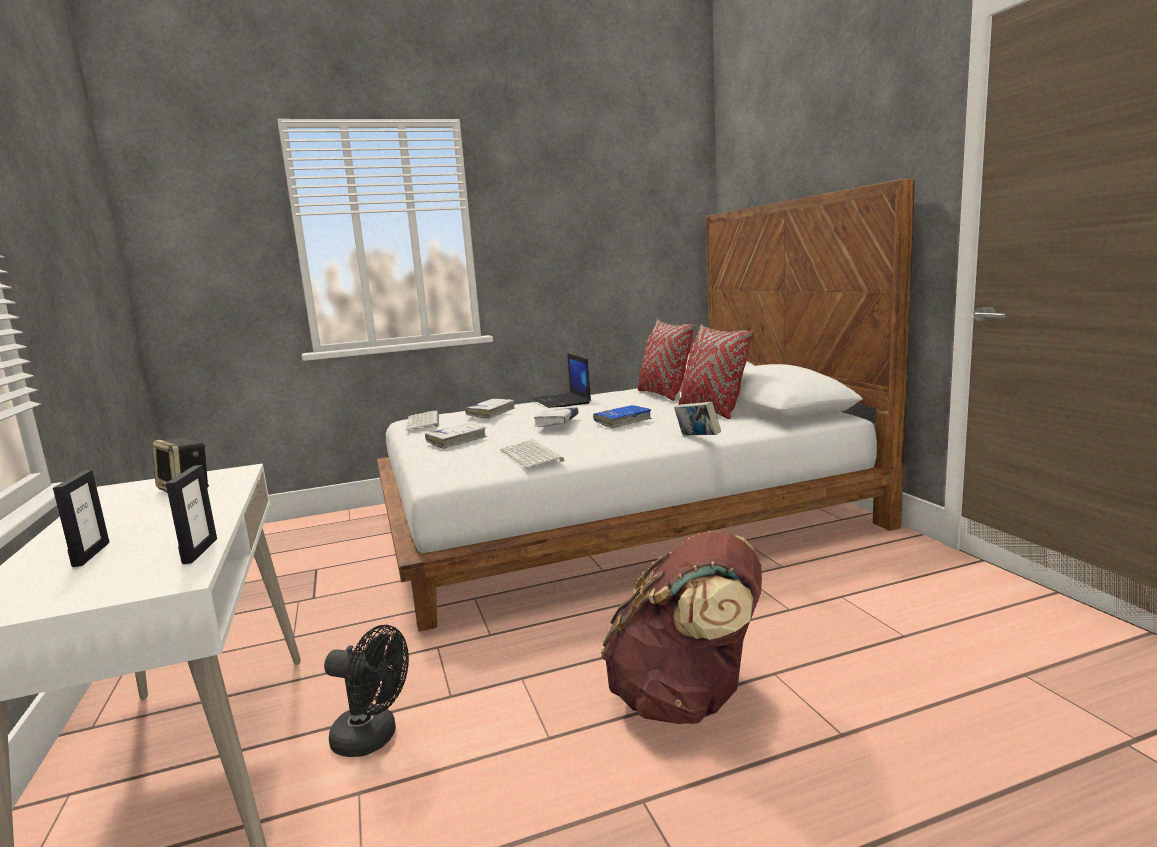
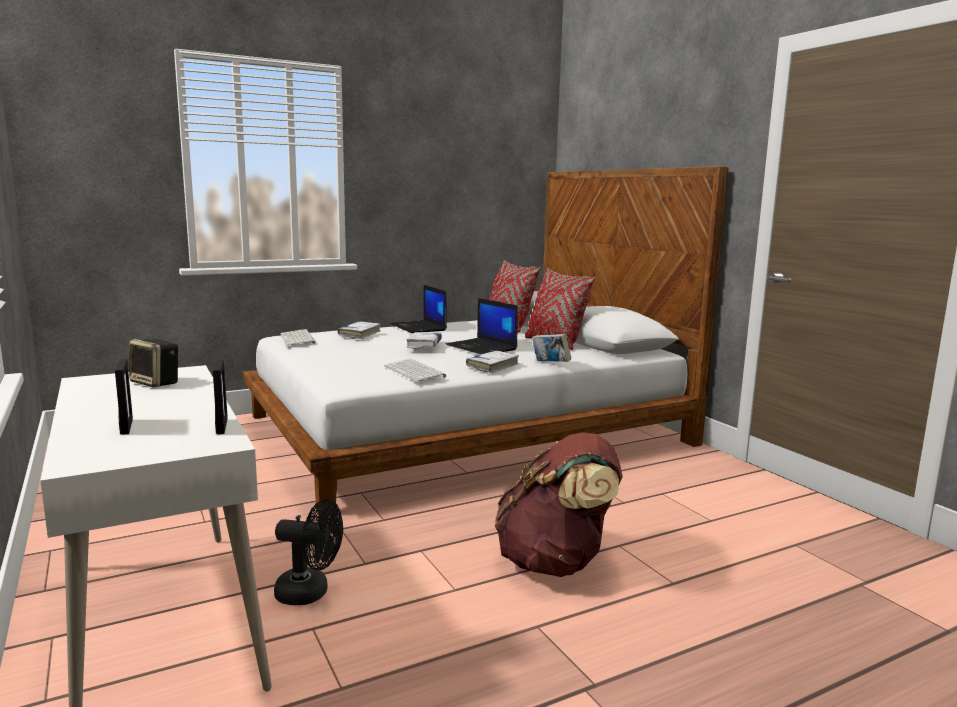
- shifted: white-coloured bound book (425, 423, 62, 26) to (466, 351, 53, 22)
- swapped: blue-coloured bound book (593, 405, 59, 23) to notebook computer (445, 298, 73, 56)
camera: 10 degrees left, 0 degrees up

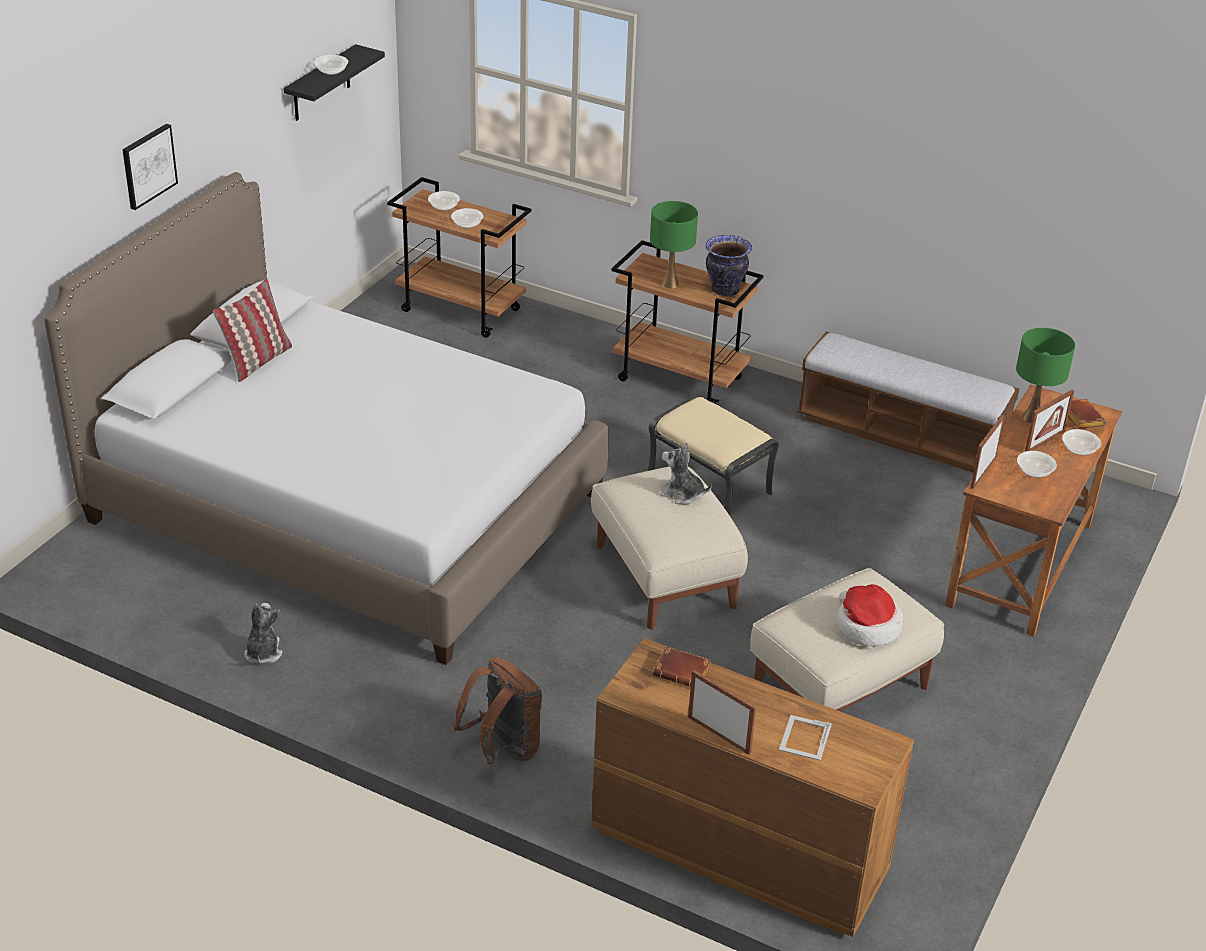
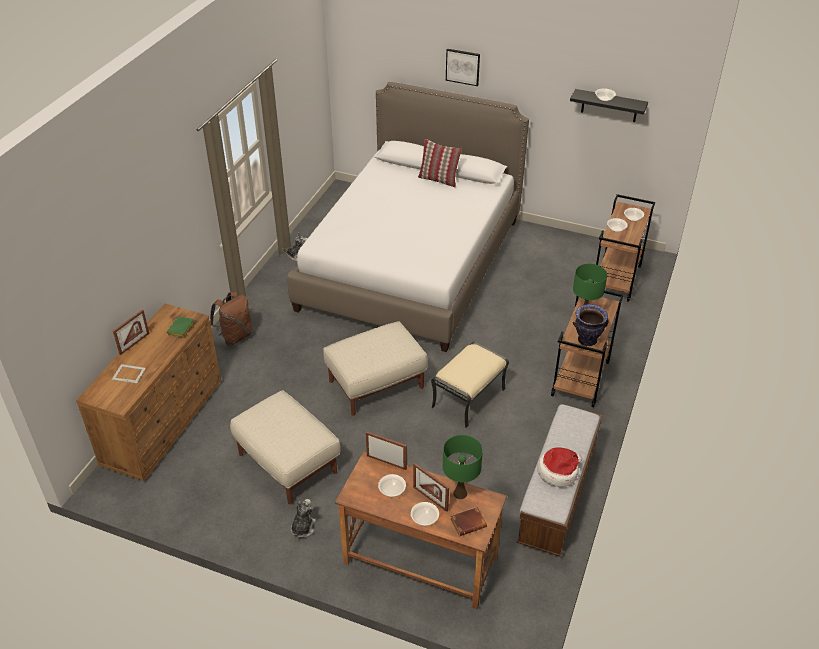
- repainted: brown bound book (653, 646, 58, 41) to greenish bound book (167, 316, 28, 22)
- shifted: plush toy (660, 443, 52, 62) to (291, 499, 25, 39)
- shifted: wearable hat (836, 584, 67, 62) to (537, 448, 45, 39)
camera: 85 degrees right, 5 degrees up

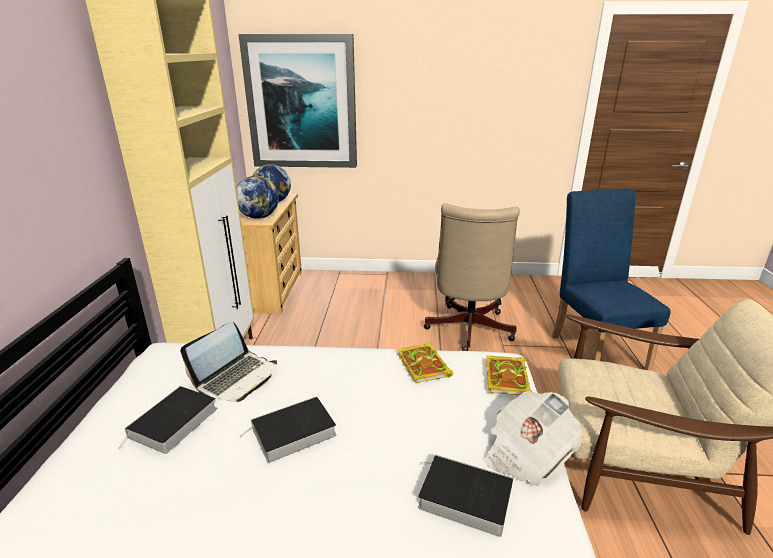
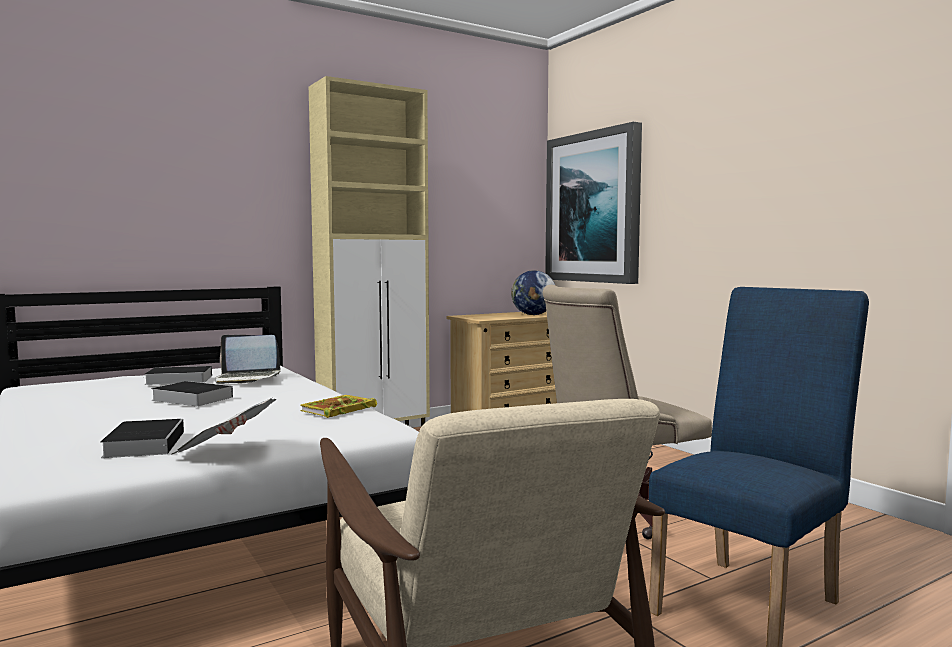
- gone: desk globe (236, 176, 43, 43)
- gone: bound book (486, 355, 46, 41)
camera: 55 degrees right, 20 degrees down

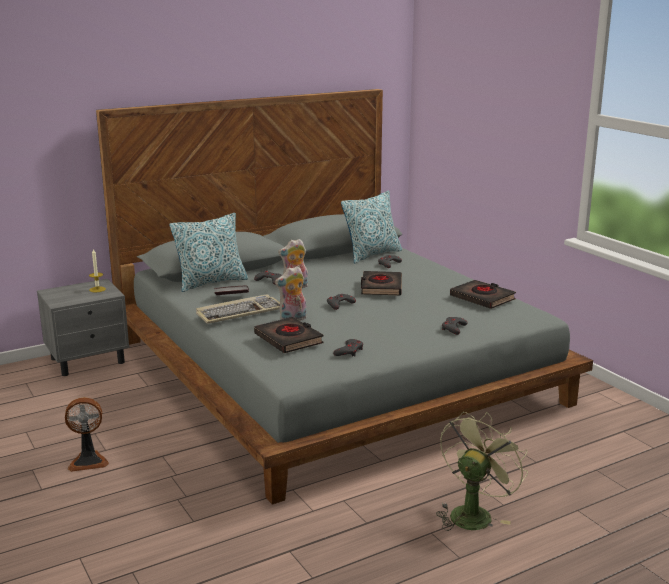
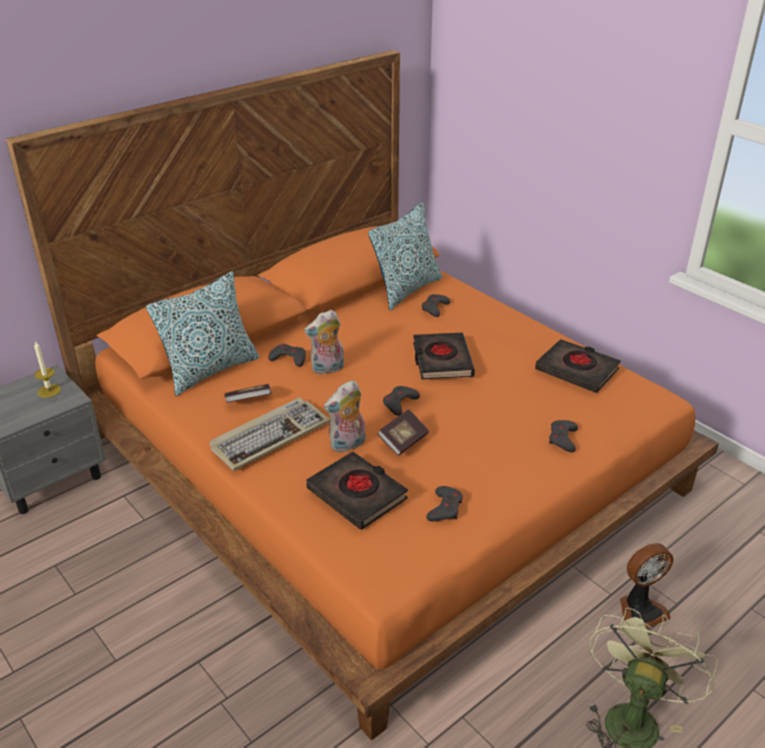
- shifted: fan (65, 397, 44, 75) to (620, 543, 54, 86)
- repainted: grey bedroom bed (96, 89, 497, 415) to orangey bedroom bed (6, 50, 713, 690)
- new: bound book (377, 409, 52, 47)
camera: 10 degrees left, 15 degrees up

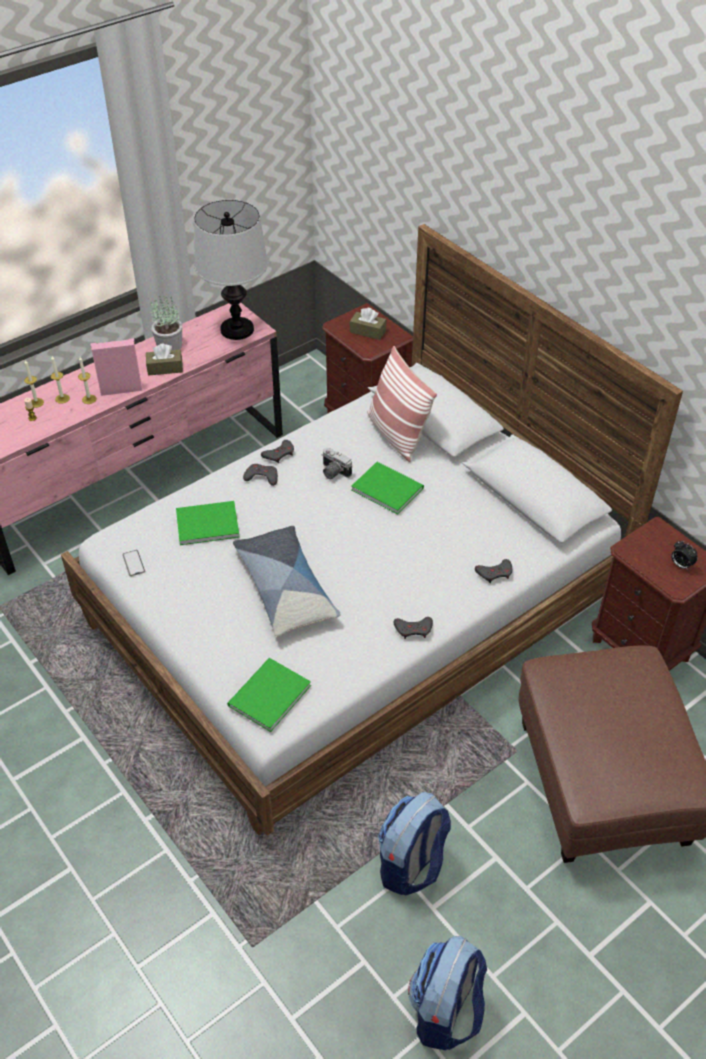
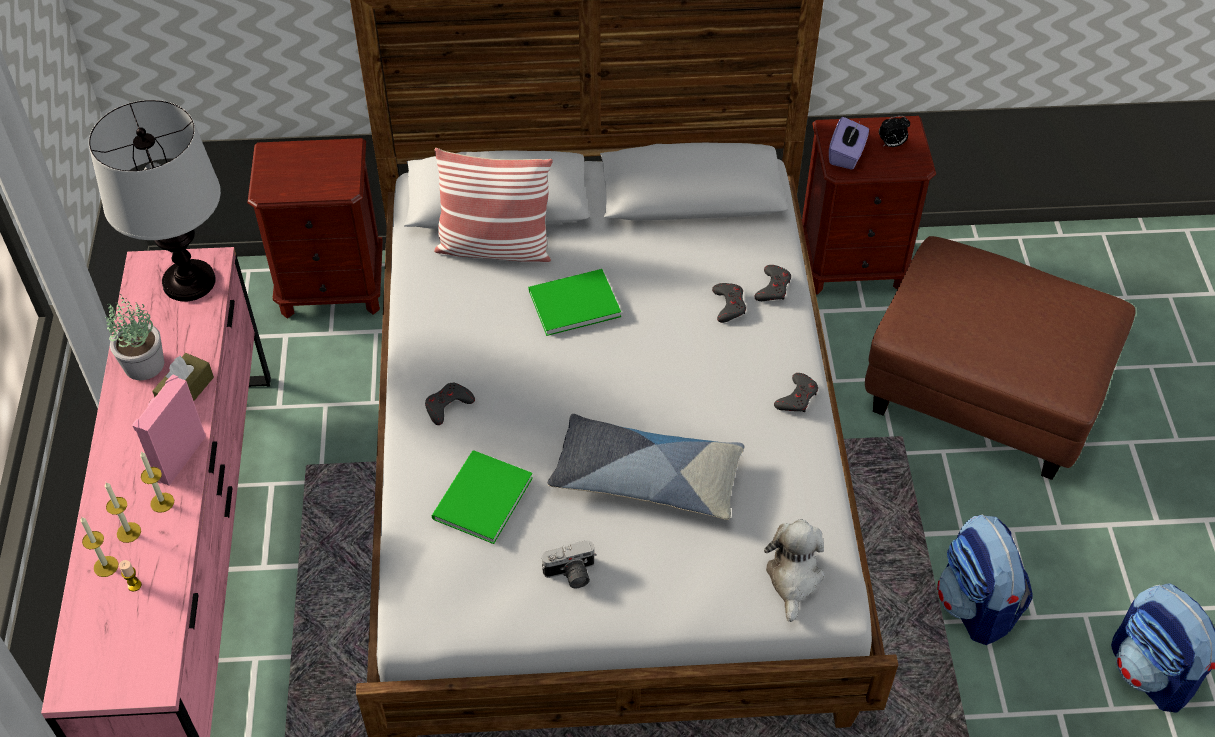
- gone: telephone (122, 550, 23, 26)
- swapped: greenish bound book (227, 658, 84, 74) to plush toy (764, 520, 61, 102)
- shifted: grey game controller (261, 440, 33, 23) to (712, 283, 34, 40)
- shifted: photo camera (322, 448, 30, 31) to (542, 540, 55, 48)
- gone: brown tissue box (350, 308, 36, 32)
- new: purple tissue box (829, 117, 40, 53)
camera: 55 degrees left, 5 degrees up

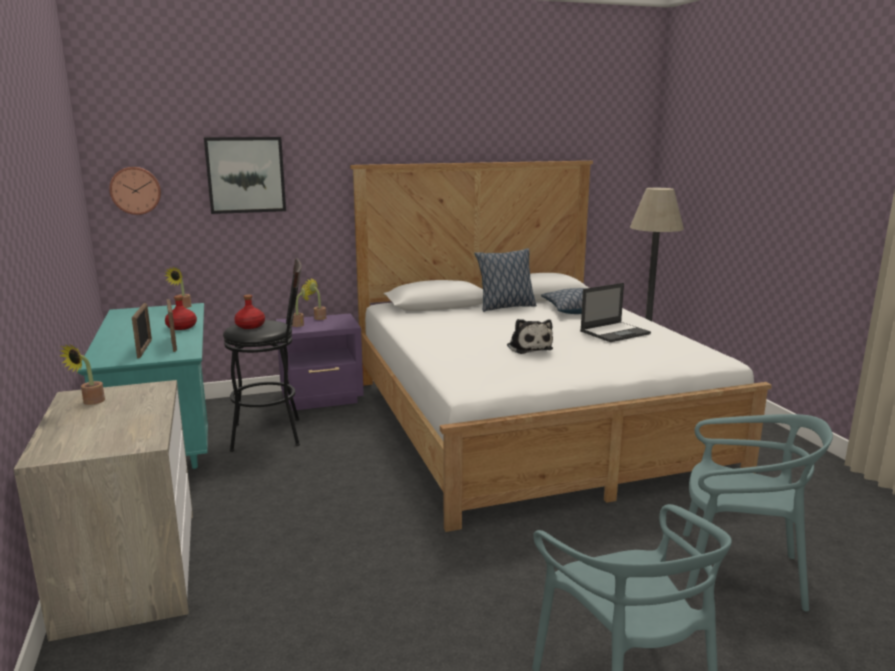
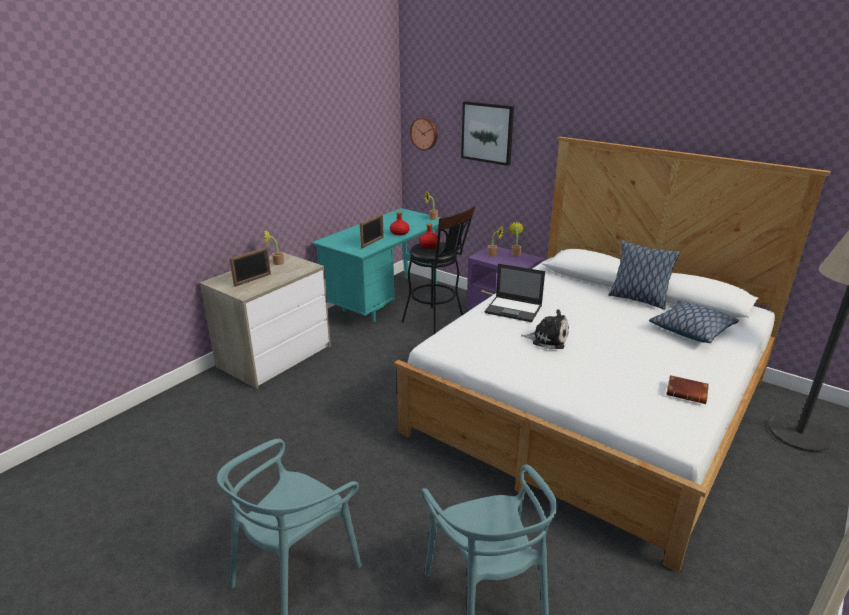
- shifted: picture frame (132, 303, 20, 55) to (229, 247, 42, 40)
- rotated: plush toy (507, 319, 46, 35) = (521, 309, 48, 40) 105 degrees counterclockwise
- shifted: notebook computer (580, 283, 71, 59) to (485, 264, 60, 58)
- new: brown bound book (666, 375, 43, 29)
camera: 55 degrees right, 10 degrees up

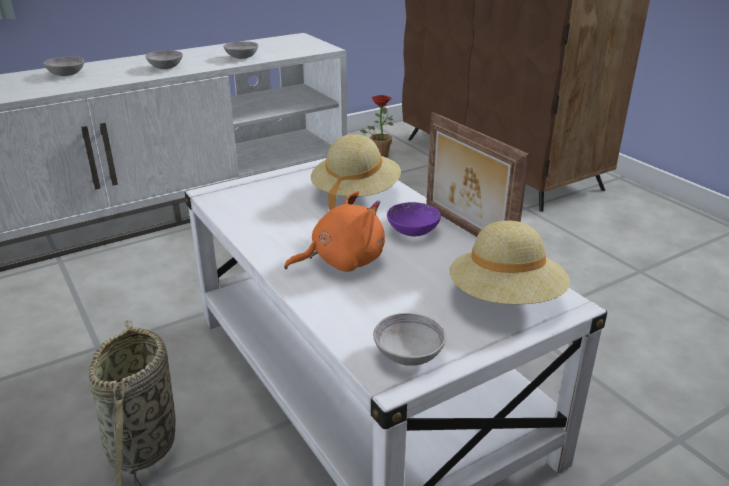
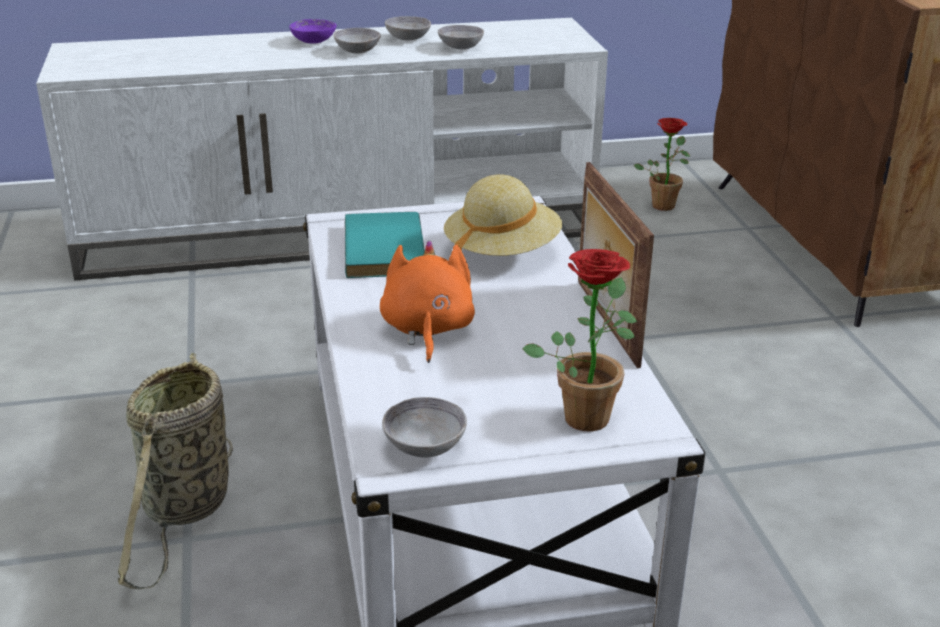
- shifted: grey deep dish (43, 57, 41, 19) to (385, 16, 46, 24)
- rotated: orangey plush toy (284, 191, 101, 81) = (380, 240, 95, 123) 90 degrees counterclockwise
- shifted: purple deep dish (387, 202, 54, 34) to (289, 19, 48, 25)
- swapped: sand-coloured wearable hat (449, 220, 121, 85) to plant in a pot (522, 249, 115, 182)
- new: turquoise-coloured bound book (345, 212, 80, 66)
camera: 20 degrees right, 0 degrees up

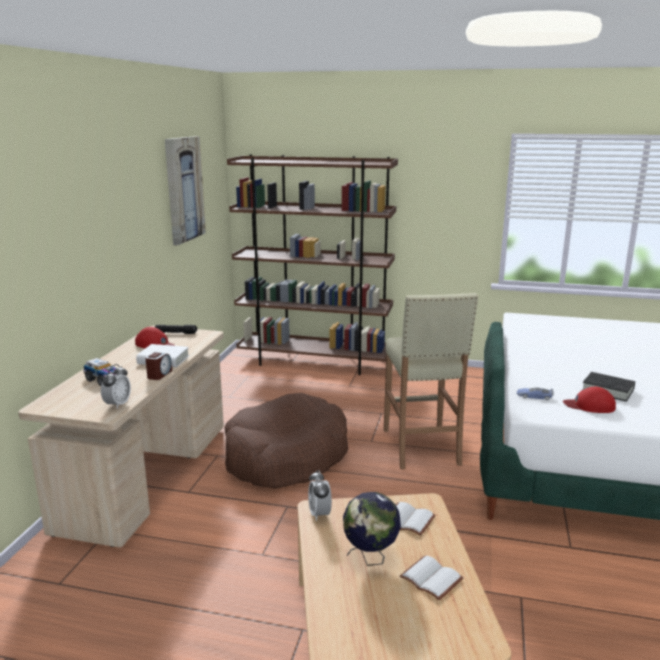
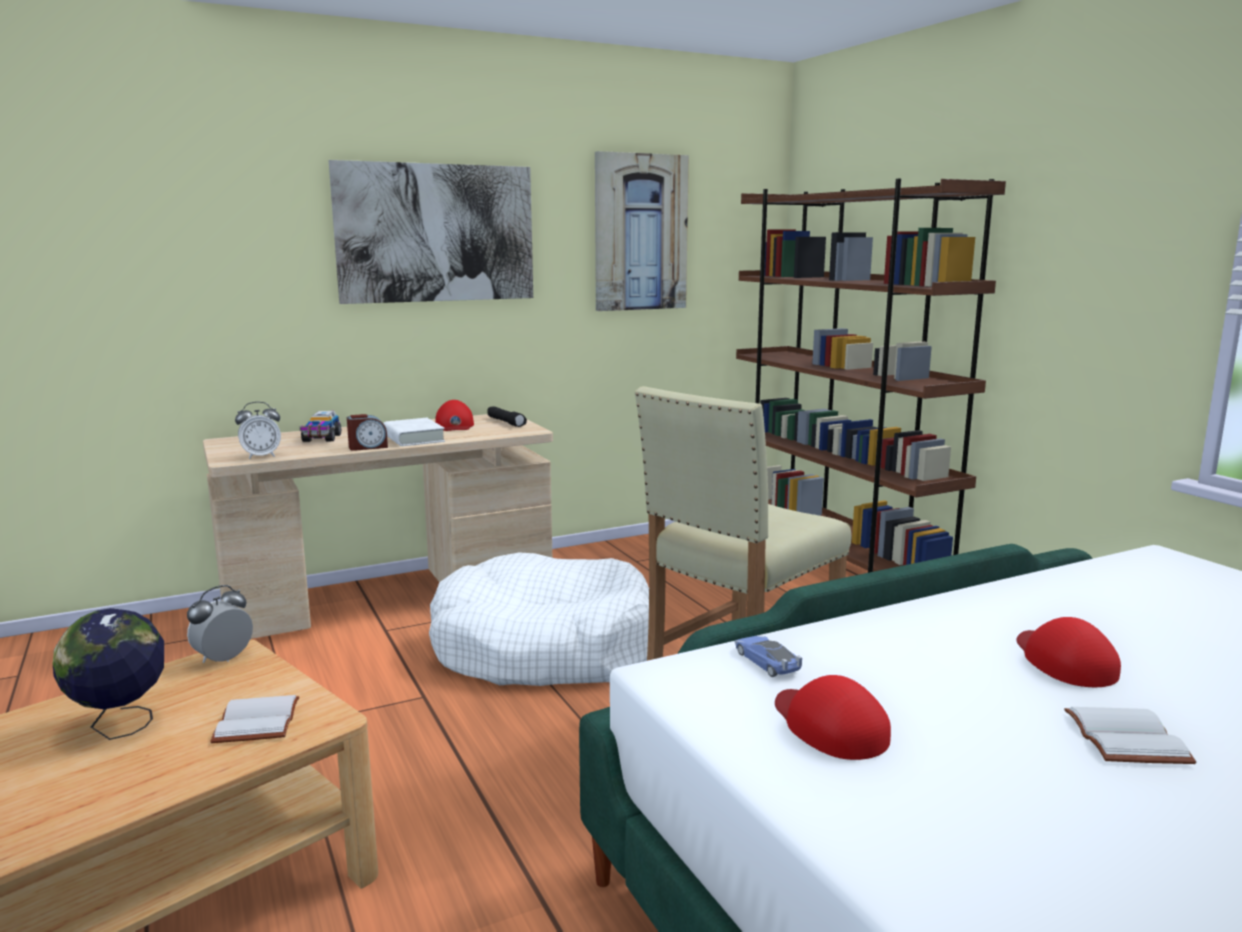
- repainted: brown pet bed (225, 393, 123, 96) to white-coloured pet bed (429, 553, 220, 133)
- shifted: white-coloured bound book (400, 556, 64, 45) to (1064, 707, 132, 57)
- gone: black-coloured bound book (582, 372, 53, 30)
- new: wall art (329, 160, 204, 144)
- new: reddish baseball cap (1016, 617, 105, 70)
camera: 50 degrees right, 5 degrees down

